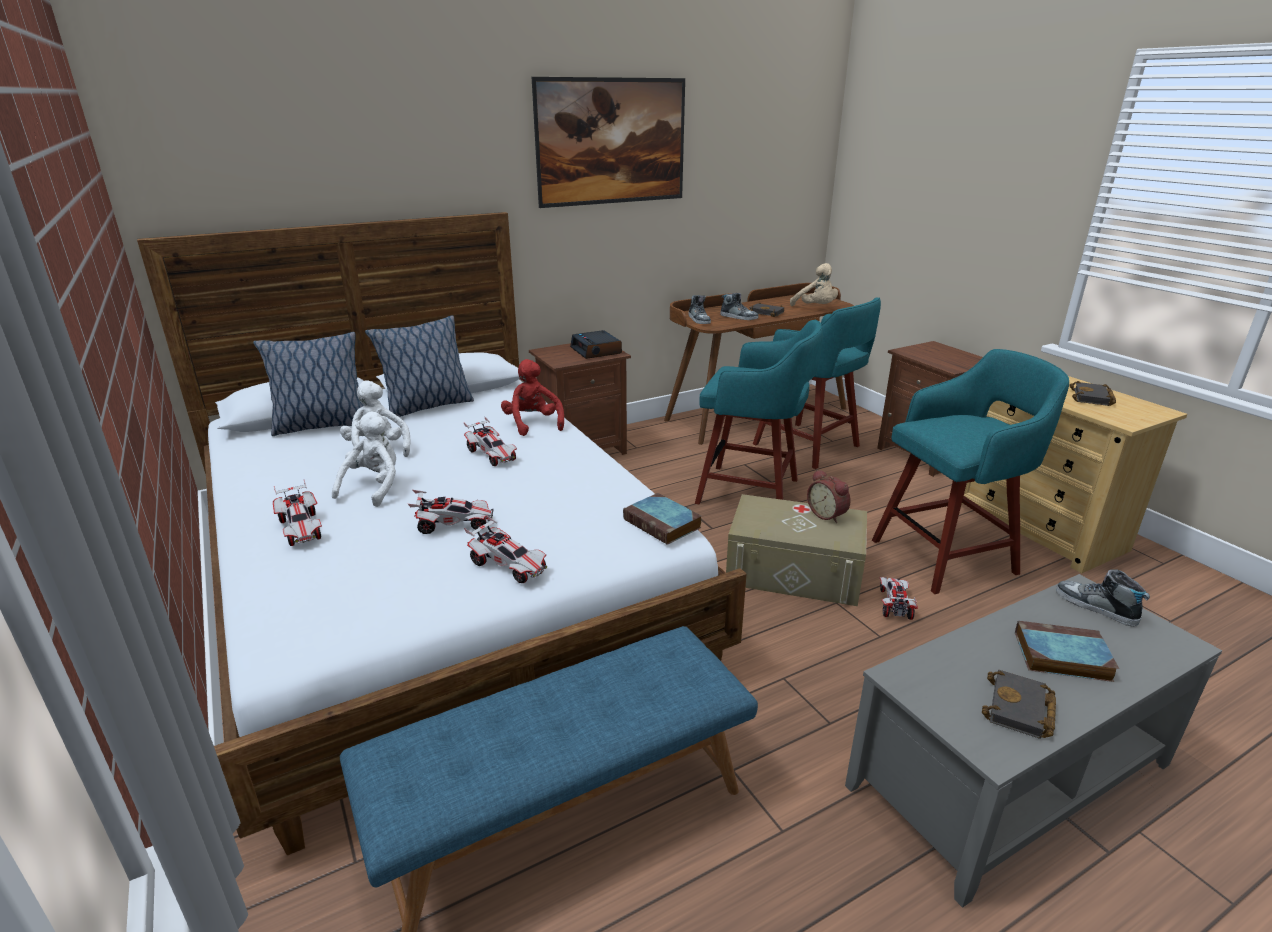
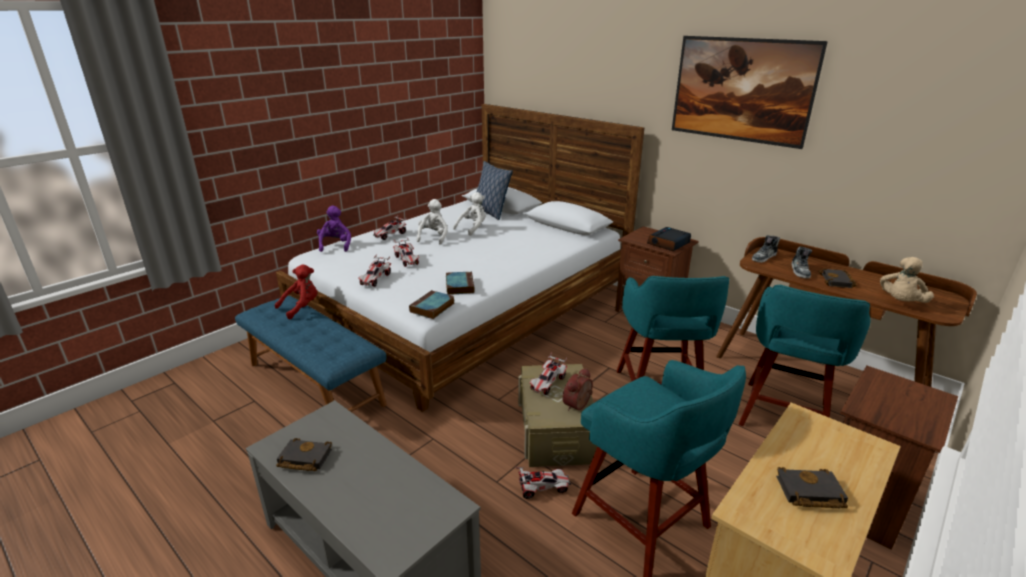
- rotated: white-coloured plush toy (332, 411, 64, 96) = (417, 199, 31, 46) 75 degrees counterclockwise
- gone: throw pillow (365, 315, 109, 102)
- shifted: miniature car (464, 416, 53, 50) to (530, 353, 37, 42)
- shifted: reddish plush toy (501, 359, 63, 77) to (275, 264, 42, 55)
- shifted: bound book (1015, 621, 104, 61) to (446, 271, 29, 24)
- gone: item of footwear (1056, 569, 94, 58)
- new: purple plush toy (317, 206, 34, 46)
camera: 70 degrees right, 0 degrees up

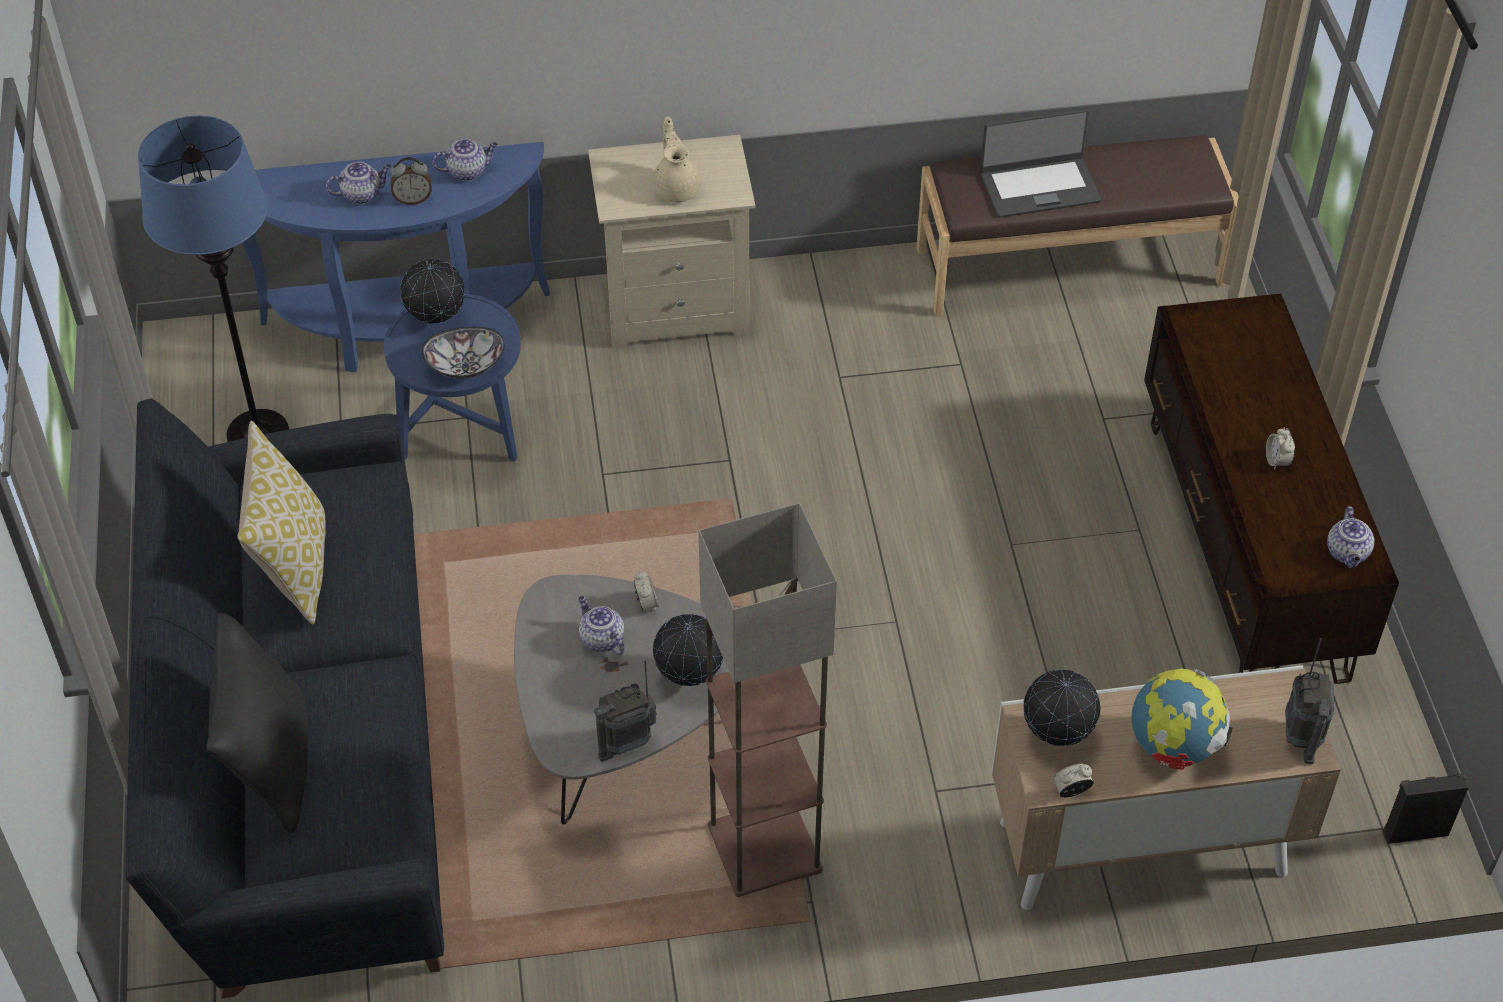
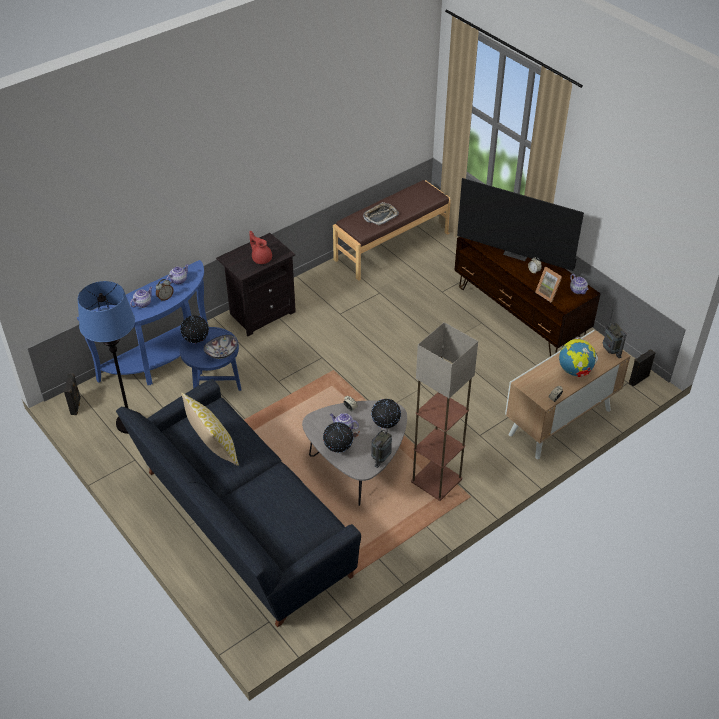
- gone: black-coloured throw pillow (206, 613, 102, 220)
- repainted: sand-coloured night table (588, 135, 167, 213) to black-coloured night table (216, 233, 80, 103)
- repainted: sand-coloured tea pot (653, 117, 49, 86) to reddish tea pot (249, 231, 23, 33)
- swapped: notebook computer (980, 108, 121, 110) to serving tray (363, 202, 36, 23)
- shifted: desk globe (1023, 669, 77, 77) to (323, 422, 30, 30)
- new: black-coloured loudspeaker (64, 373, 17, 42)
- new: TV set (457, 178, 127, 93)
- new: picture frame (535, 267, 27, 35)
camera: 30 degrees left, 5 degrees down

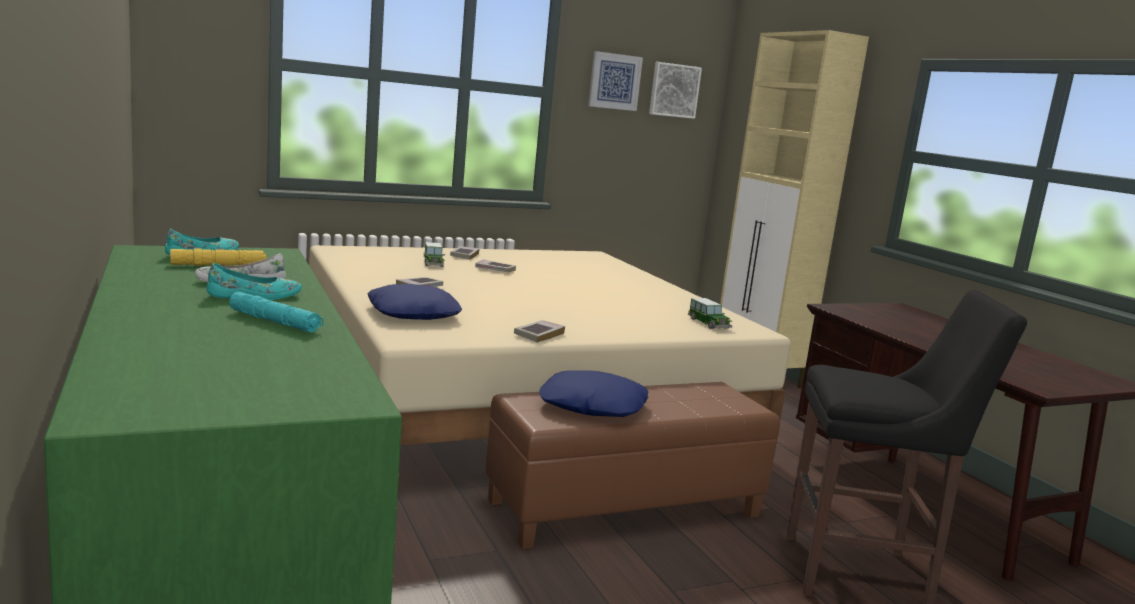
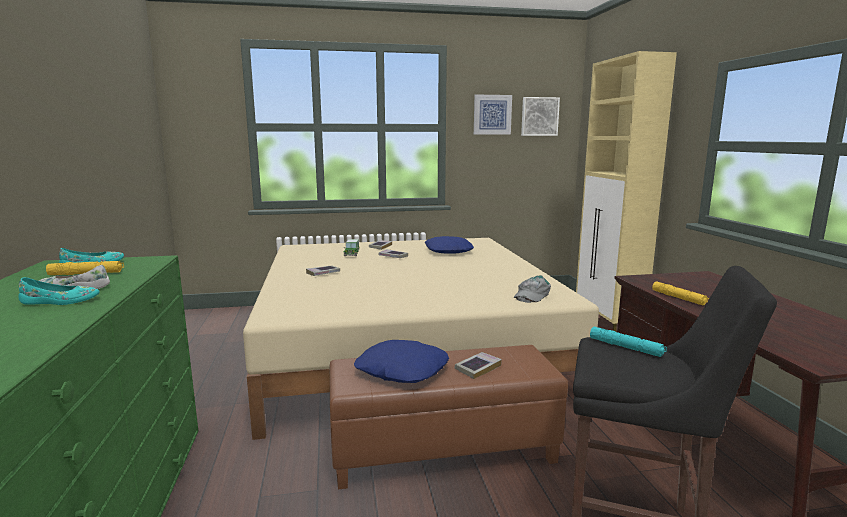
- shifted: turquoise-coloured hand torch (229, 292, 95, 41) to (590, 327, 77, 30)
- shifted: blue-coloured throw pillow (367, 284, 95, 36) to (425, 236, 49, 18)
- shifted: bound book (514, 320, 51, 23) to (455, 352, 47, 27)
- swapped: miniature car (688, 298, 44, 31) to grey baseball cap (514, 275, 37, 28)
- new: yellow hand torch (652, 282, 58, 24)
camera: 15 degrees right, 0 degrees up

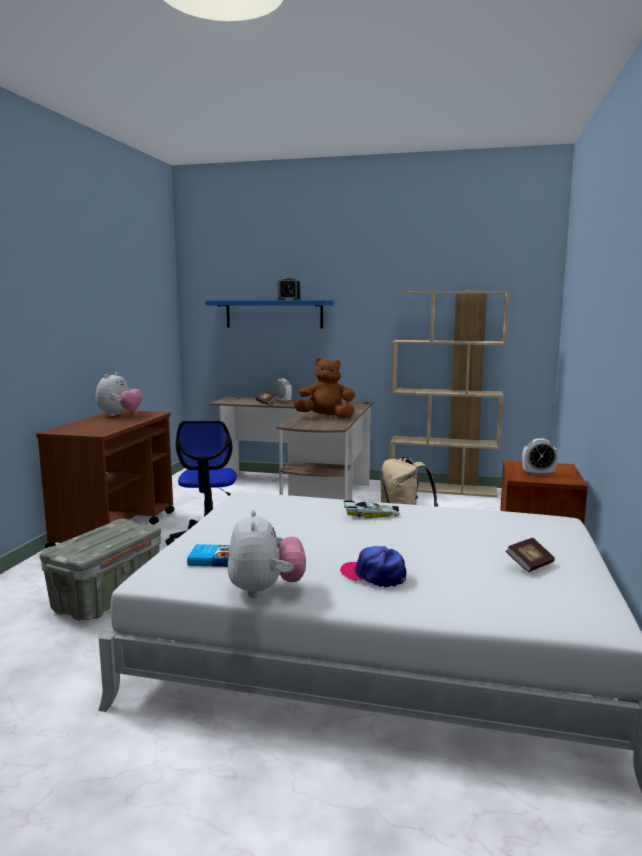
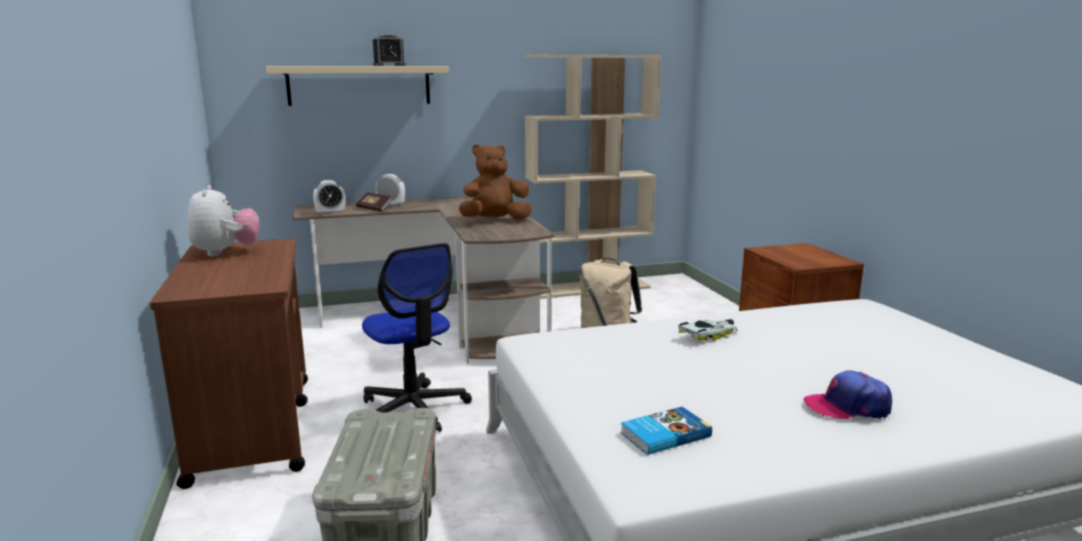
- repainted: blue-coloured bracket shelf (206, 300, 127, 28) to sand-coloured bracket shelf (266, 66, 183, 40)
- gone: plush toy (228, 510, 78, 88)
- gone: bound book (506, 538, 49, 34)
- shifted: table clock (522, 438, 36, 38) to (313, 180, 32, 35)
camera: 30 degrees left, 5 degrees up

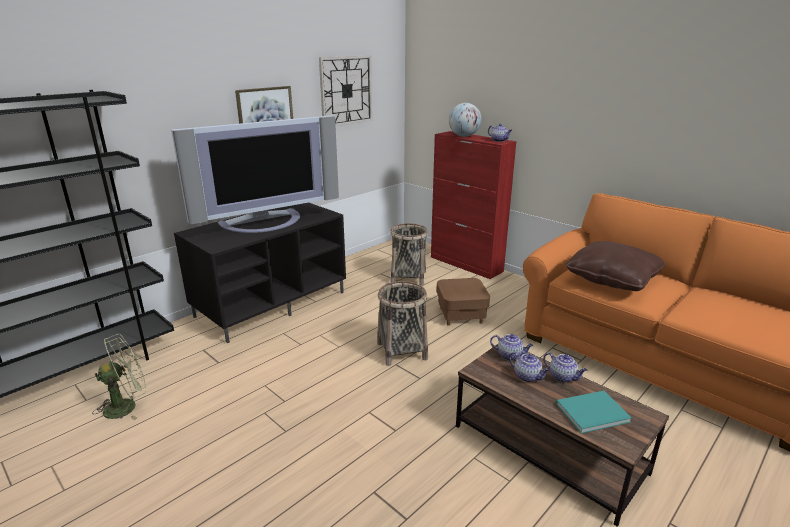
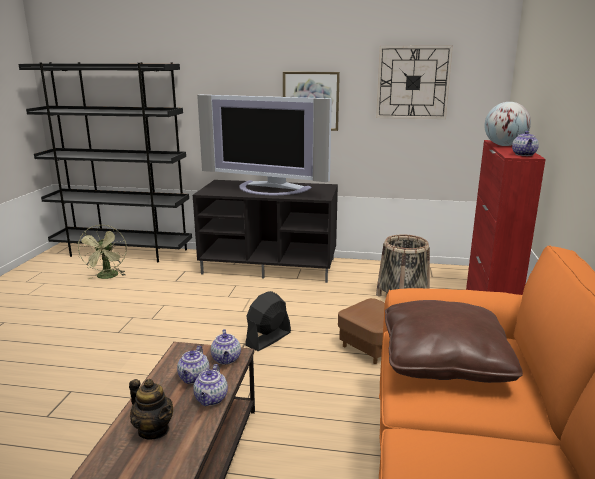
- rotated: greenish fan (92, 334, 54, 86) = (78, 224, 49, 55) 60 degrees clockwise
- swapped: household basket (377, 281, 51, 85) to black-coloured fan (245, 291, 46, 60)
- swapped: turquoise-coloured bound book (556, 391, 76, 42) to tea pot (129, 379, 44, 60)
camera: 55 degrees right, 5 degrees down

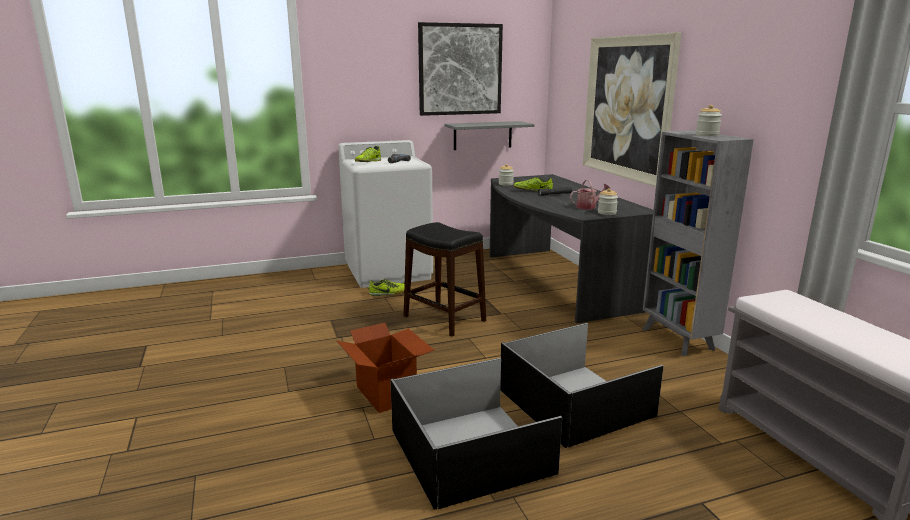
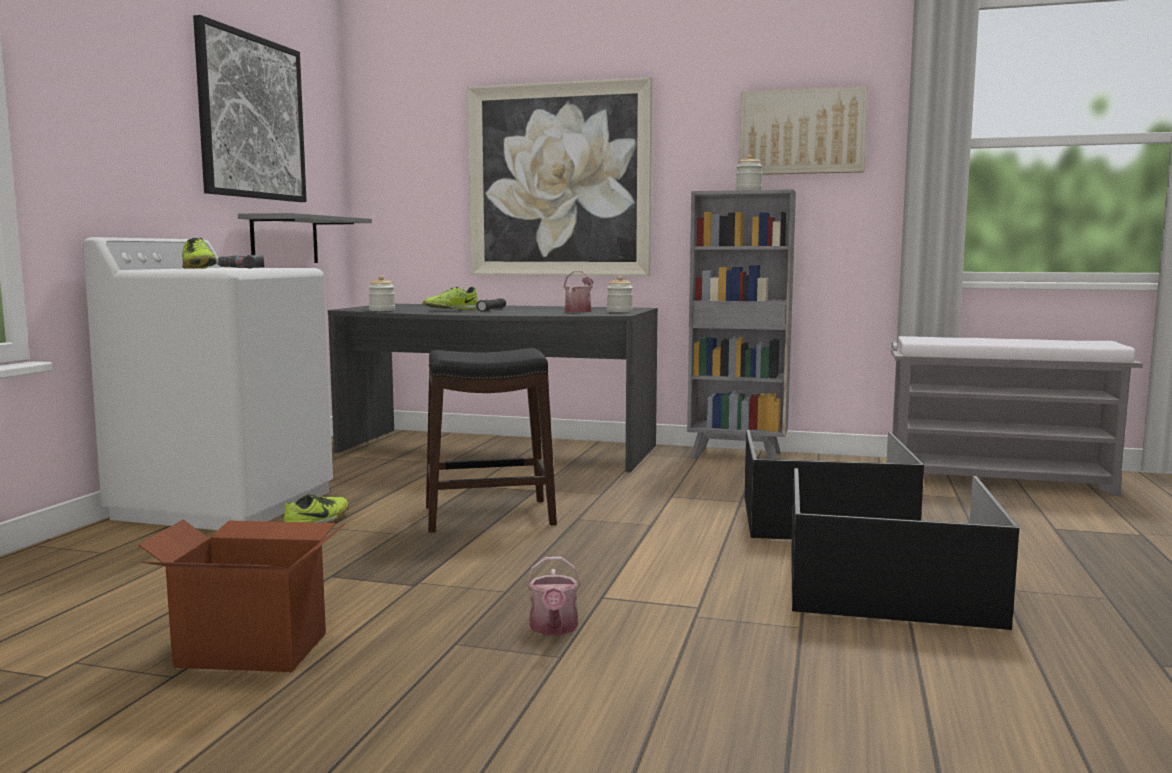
- shifted: packing box (337, 323, 97, 90) to (138, 519, 208, 153)
- new: sprinkling can (526, 557, 55, 78)
- new: wall art (740, 86, 128, 89)
camera: 55 degrees left, 10 degrees down

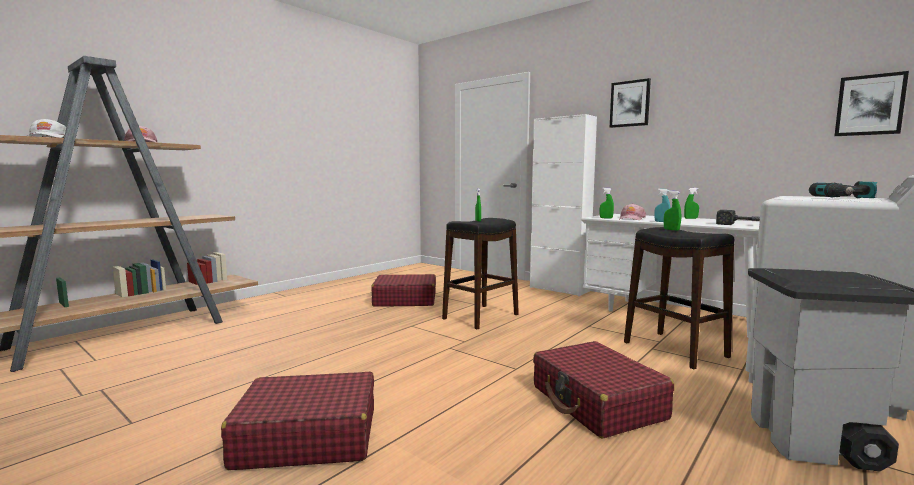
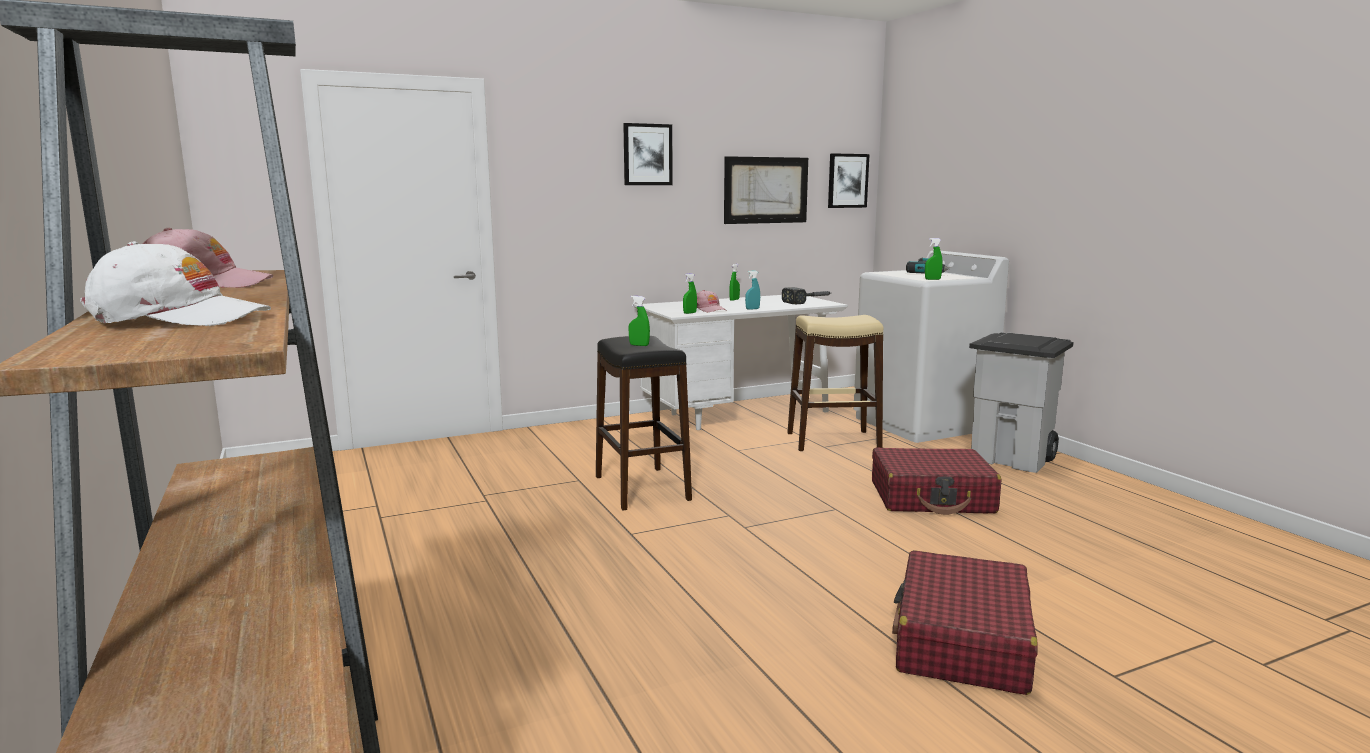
- gone: reddish piece of luggage (371, 274, 65, 33)
- gone: white-coloured cupboard (530, 114, 67, 182)
- repainted: black-coloured stool seat (624, 227, 110, 143) to sand-coloured stool seat (787, 315, 96, 136)
- shifted: greenish hand sprayer (664, 190, 17, 41) to (925, 238, 18, 42)
- new: wall art (724, 156, 84, 68)
camera: 65 degrees left, 5 degrees up

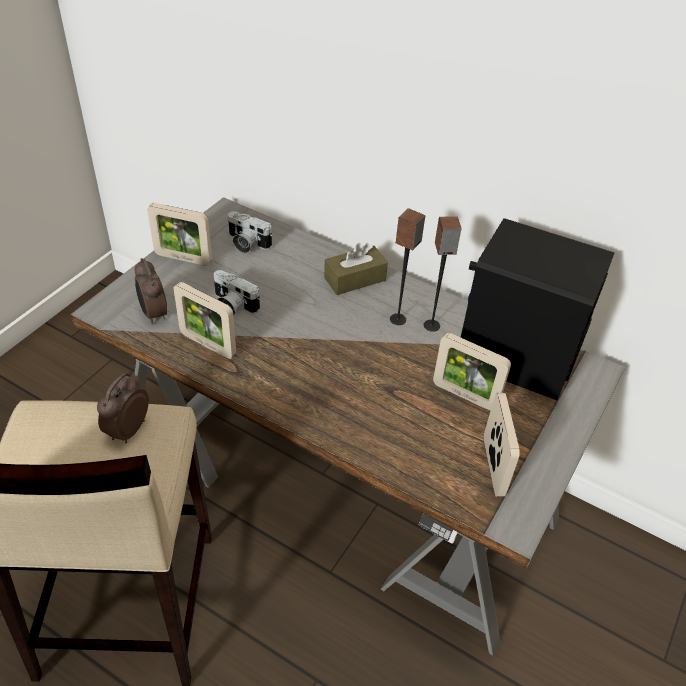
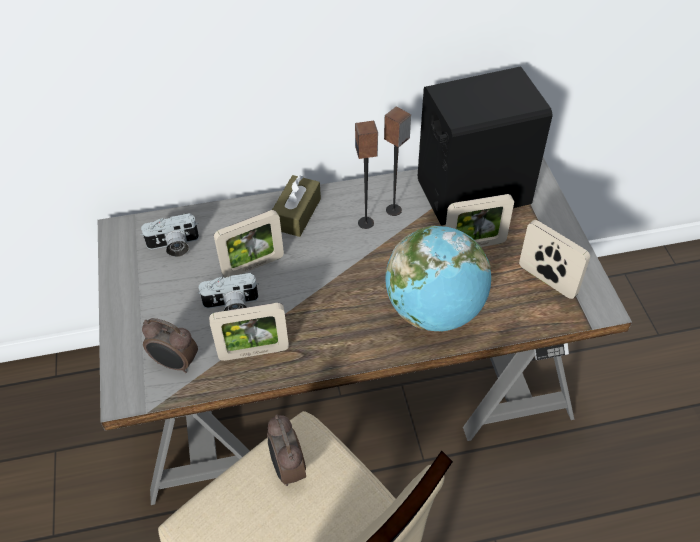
- shifted: picture frame (147, 203, 65, 63) to (214, 210, 70, 68)
- new: desk globe (385, 226, 106, 106)
camera: 40 degrees left, 5 degrees up

